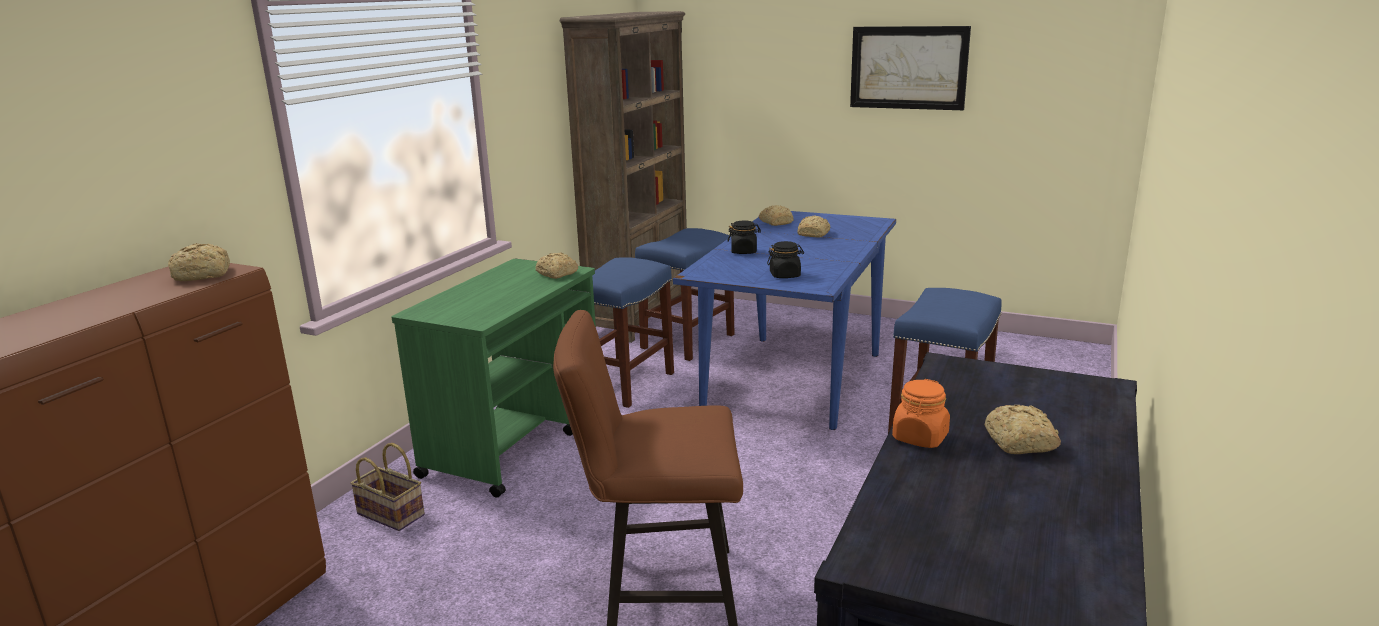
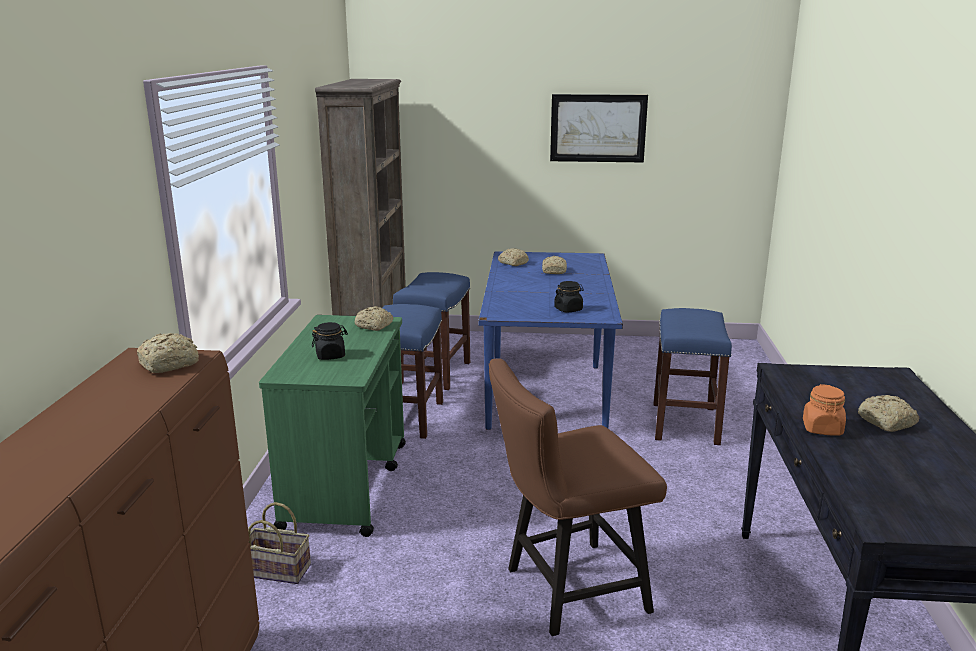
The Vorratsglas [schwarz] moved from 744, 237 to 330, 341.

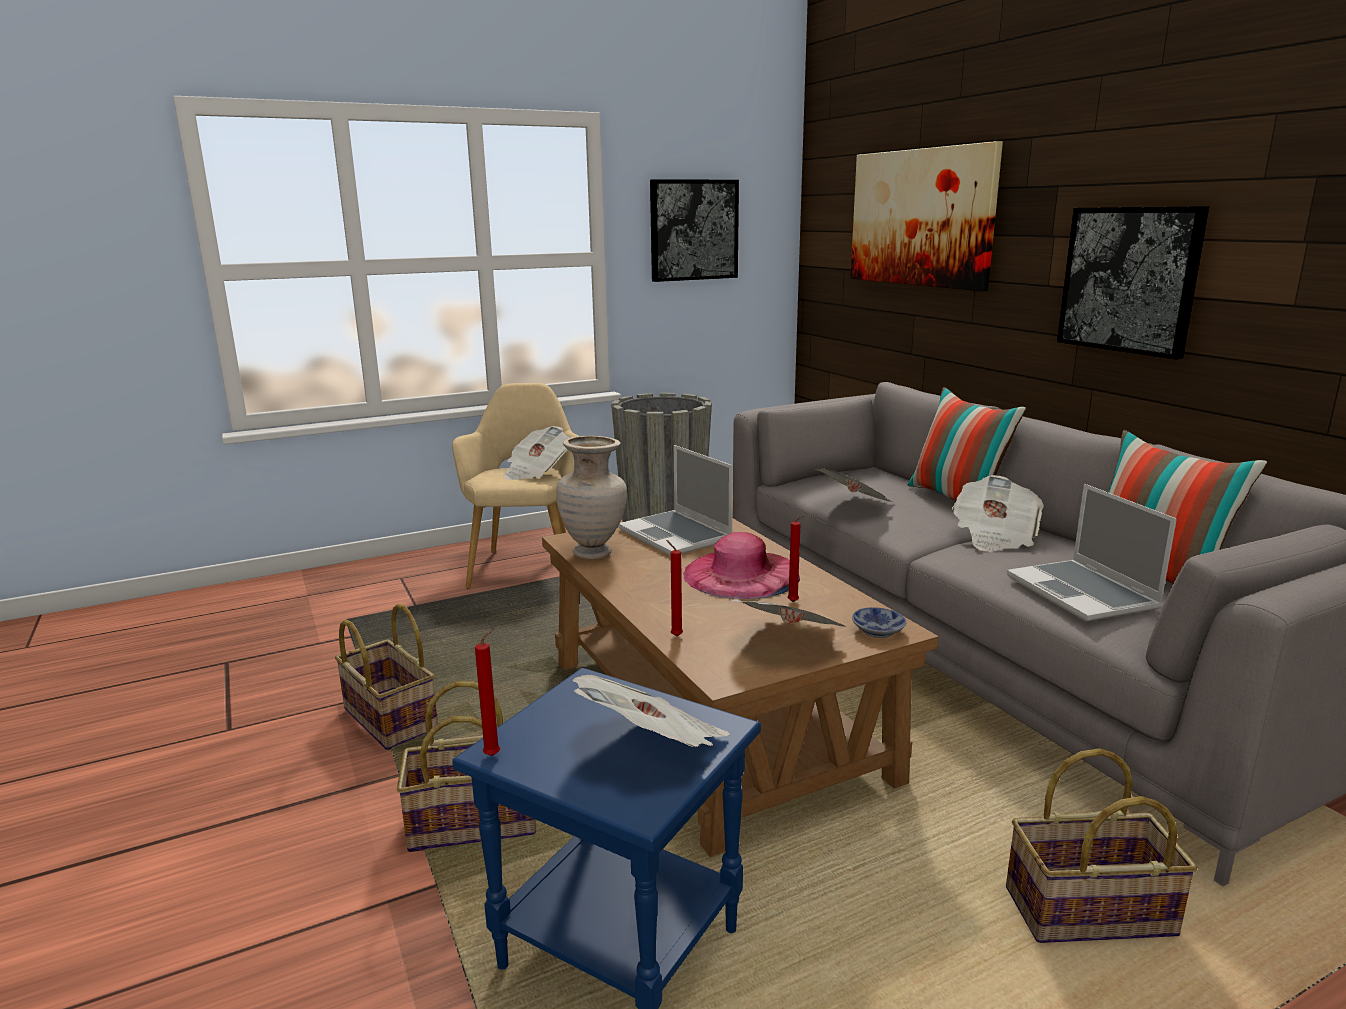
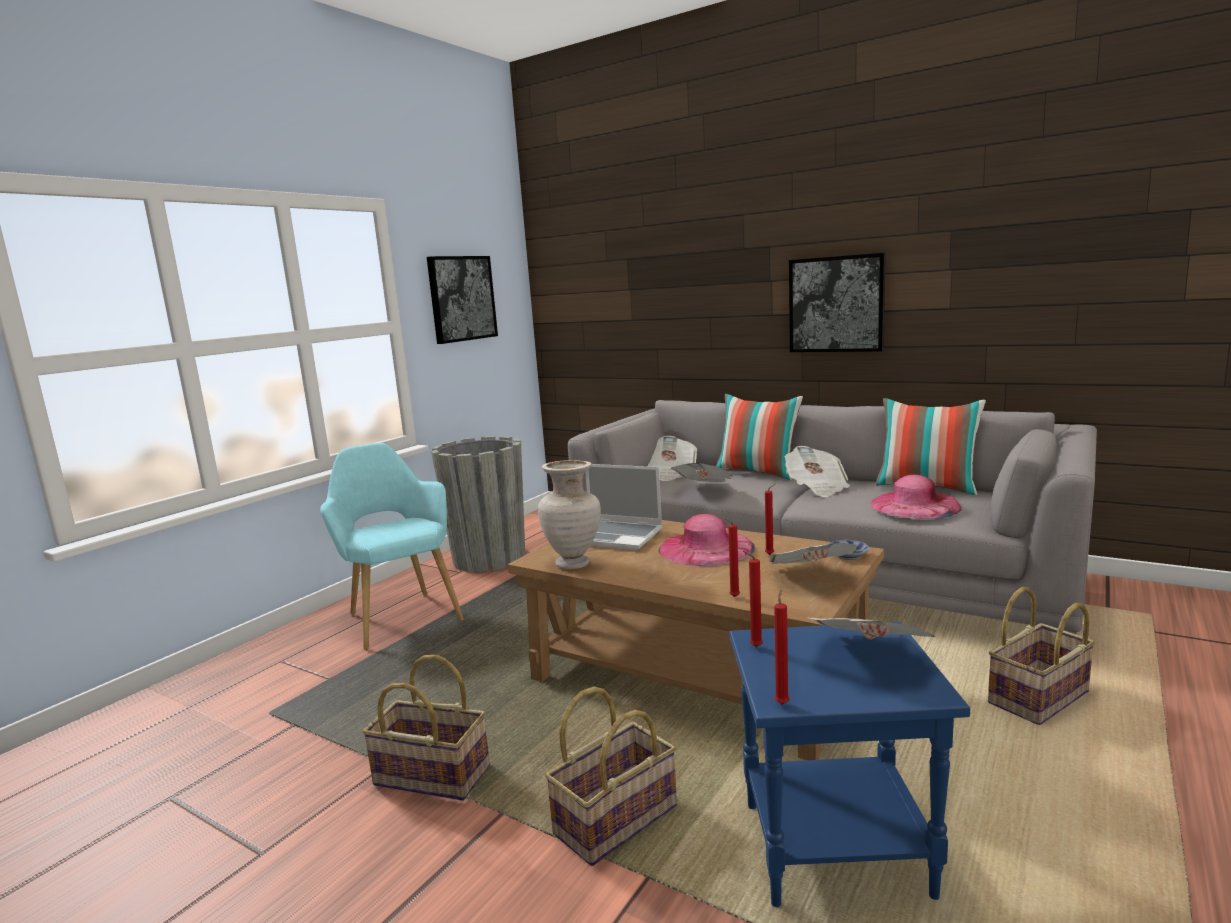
The Bild at 927, 216 disappeared.
The Sessel [beige] at 515, 486 became the Sessel [türkis] at 392, 546.
The Zeitung moved from 536, 453 to 673, 458.
The Laptop at 1092, 552 was replaced by the Hut [rosa] at 916, 496.
The Kerze [rot] at 753, 599 appeared.

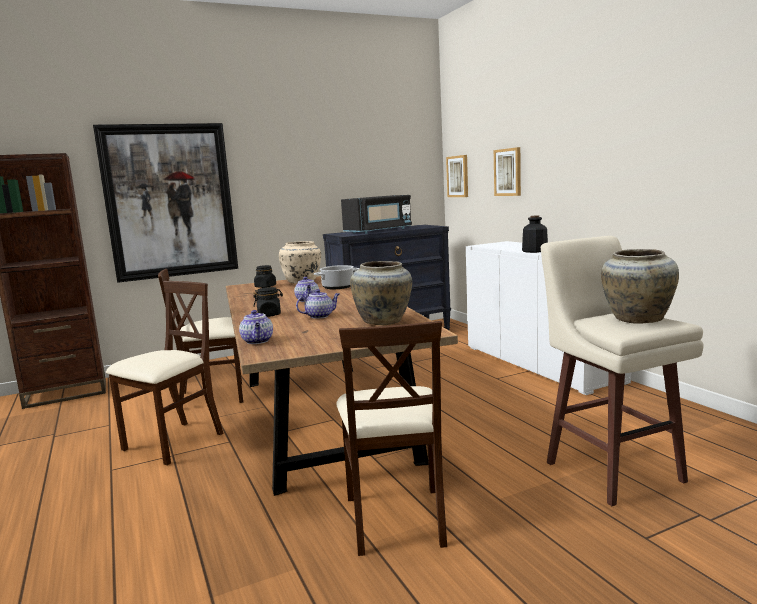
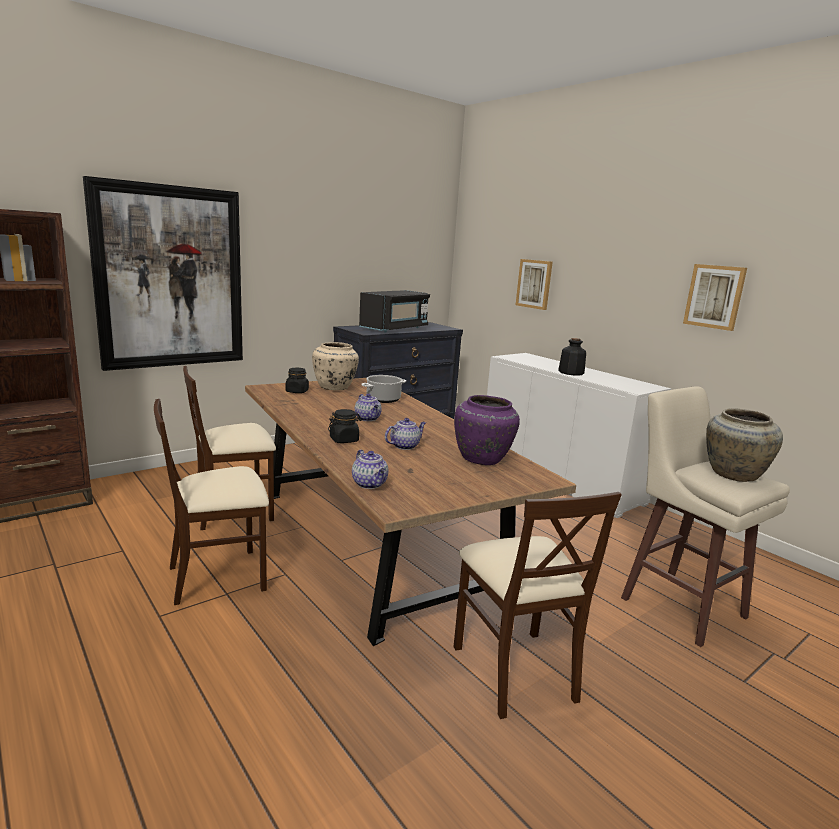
The Bild moved from 457, 176 to 715, 297.
The Vase [beige] at 381, 293 became the Vase [lila] at 487, 430.
The Stuhl [beige] at 165, 373 turned 135 degrees counterclockwise.

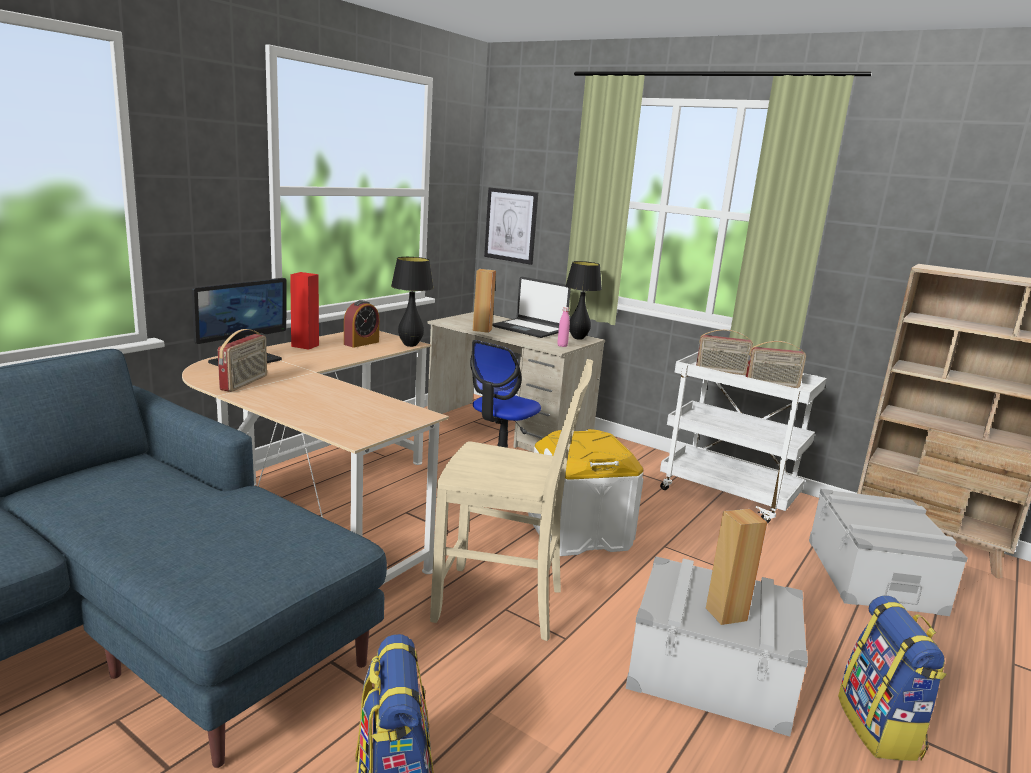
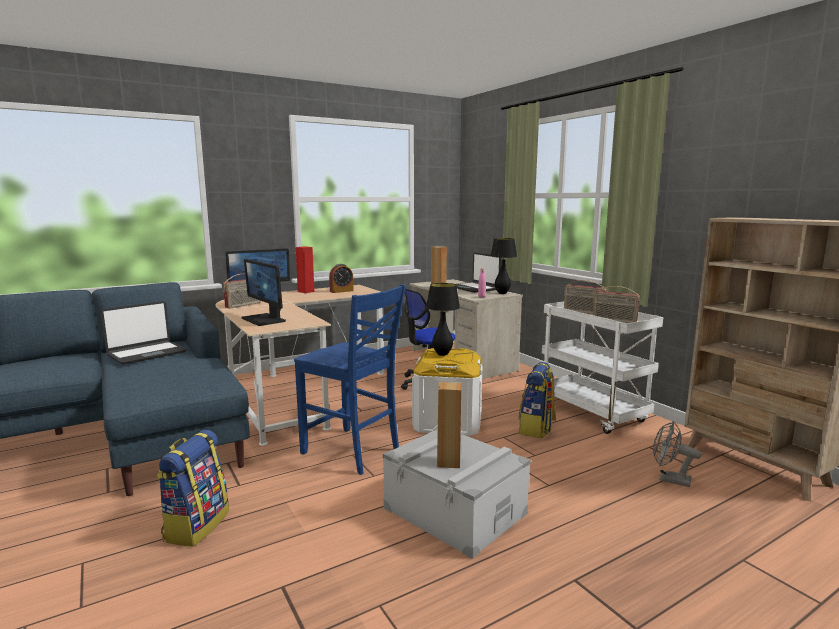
The Bild at 511, 226 disappeared.
The Tischlampe [schwarz] moved from 412, 302 to 443, 319.
The Stuhl [beige] at 511, 500 became the Stuhl [blau] at 350, 379.
The Aufbewahrungsbox [grau] at 888, 552 was replaced by the Ventilator [grau] at 677, 454.
The Rucksack moved from 892, 678 to 537, 400.
The Monitor at 263, 292 appeared.
The Laptop at 144, 333 appeared.

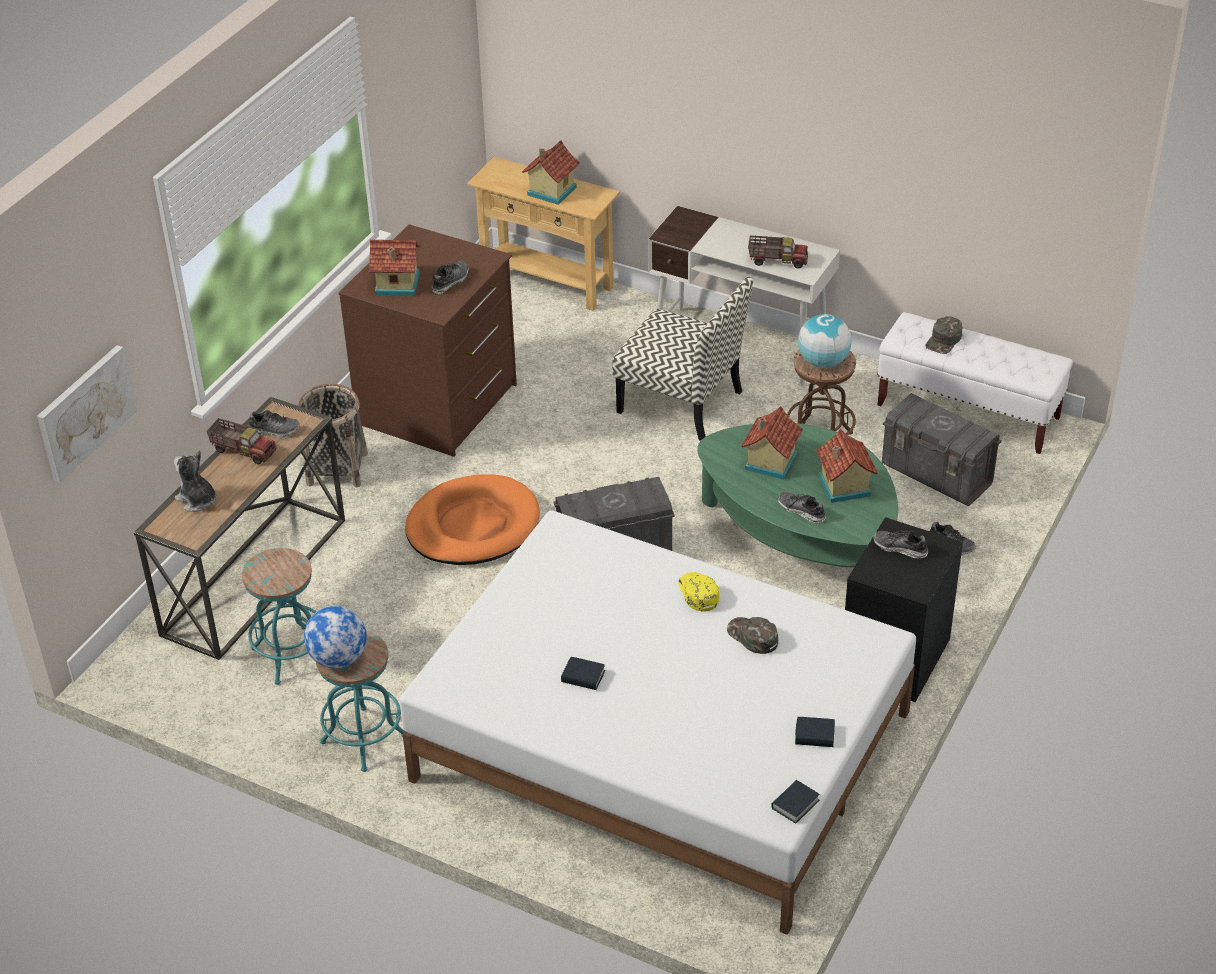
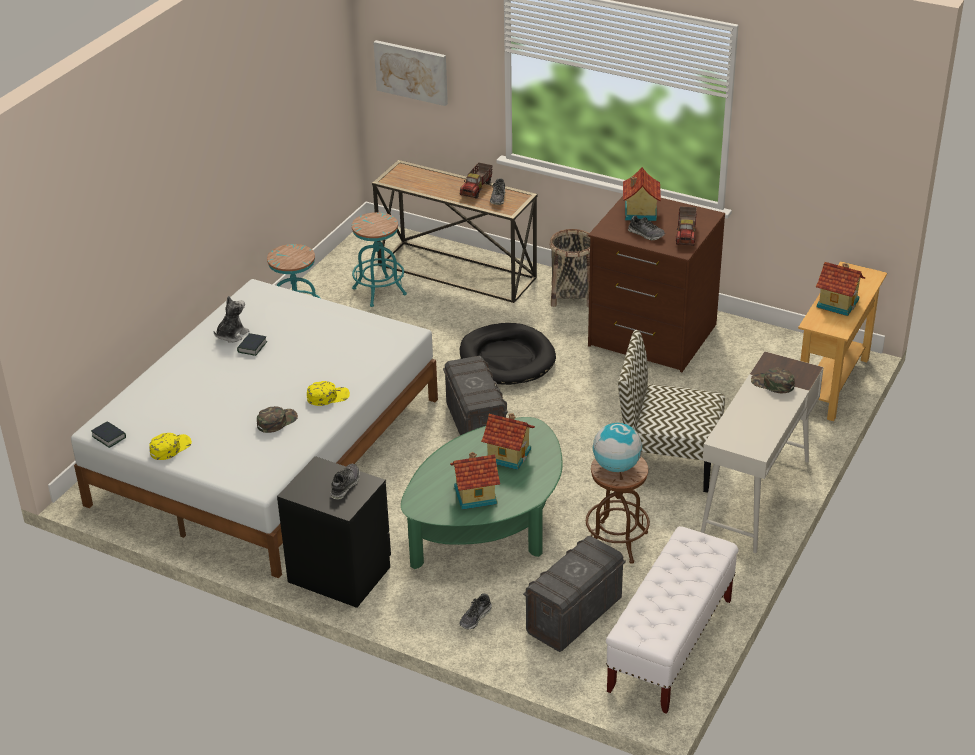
The Spielzeuglaster moved from 778, 252 to 686, 226.
The Stuhl at 682, 358 turned 75 degrees clockwise.
The Kappe [grün] moved from 944, 335 to 773, 380.
The Plüschtier moved from 195, 481 to 231, 319.
The Hundebett [orange] at 472, 519 became the Hundebett [schwarz] at 508, 354.
The Schuh at 802, 507 disappeared.
The Globus at 335, 637 disappeared.
The Buch at 815, 732 was replaced by the Kappe [gelb] at 170, 446.

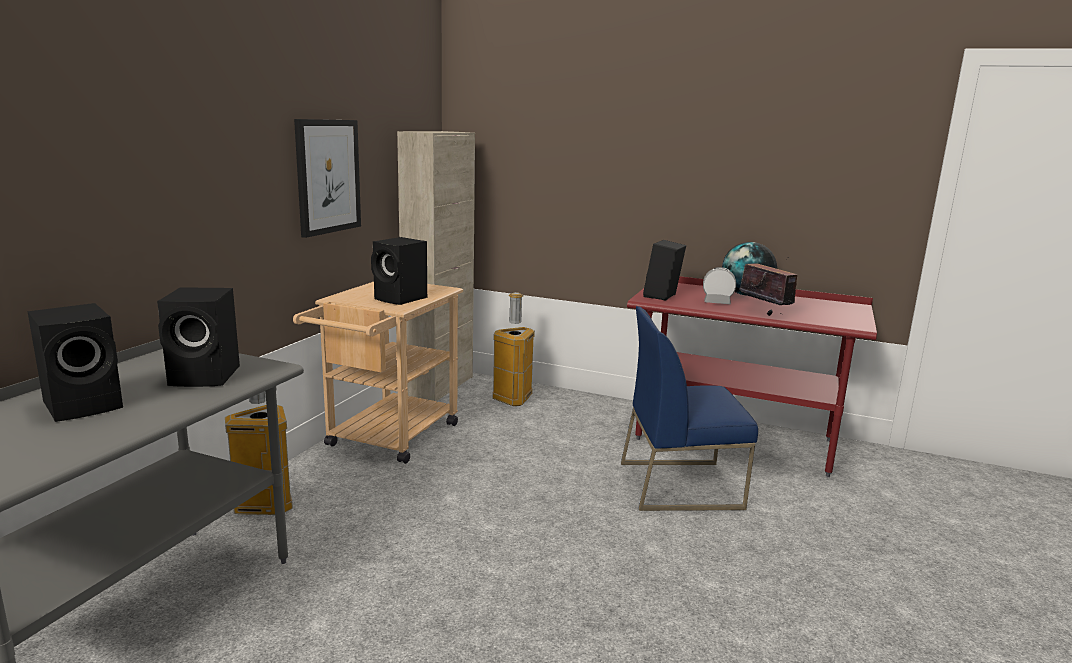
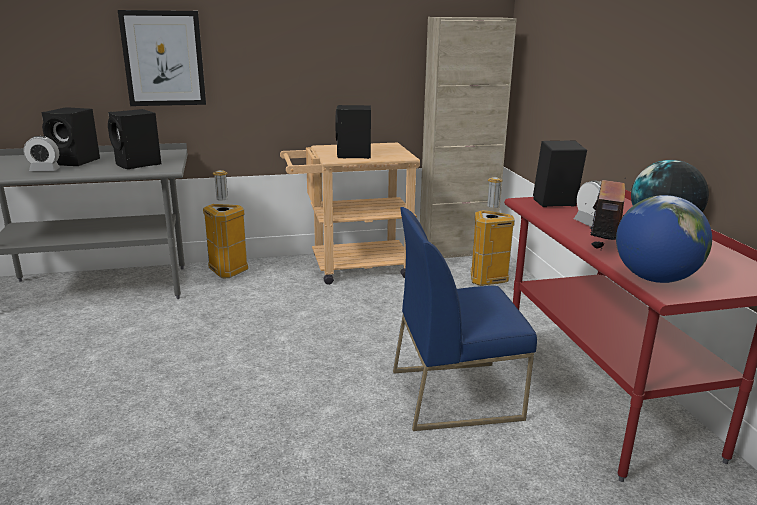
The Bild moved from 327, 178 to 162, 58.
The Stuhl [blau] at 689, 408 turned 60 degrees counterclockwise.
The Wecker at 41, 153 appeared.
The Globus at 664, 239 appeared.

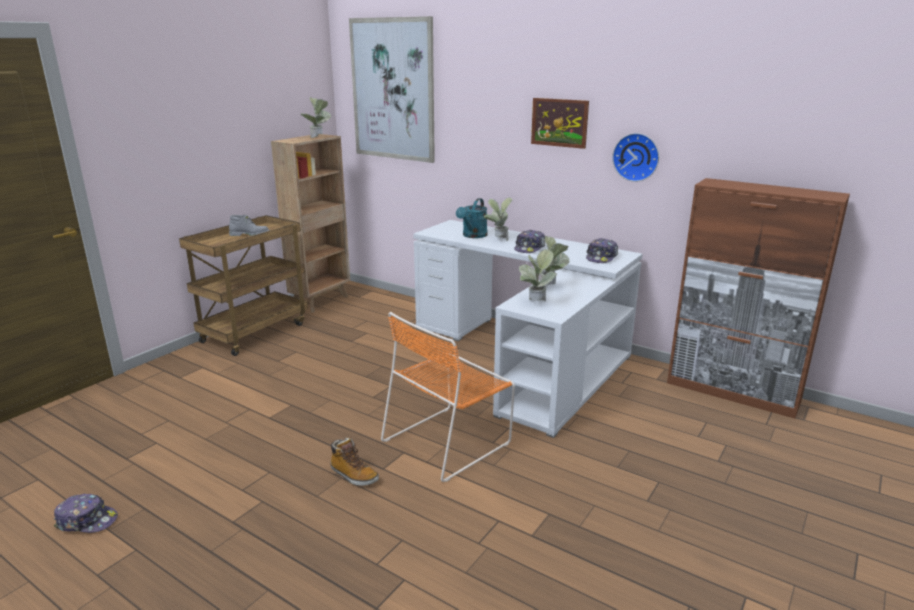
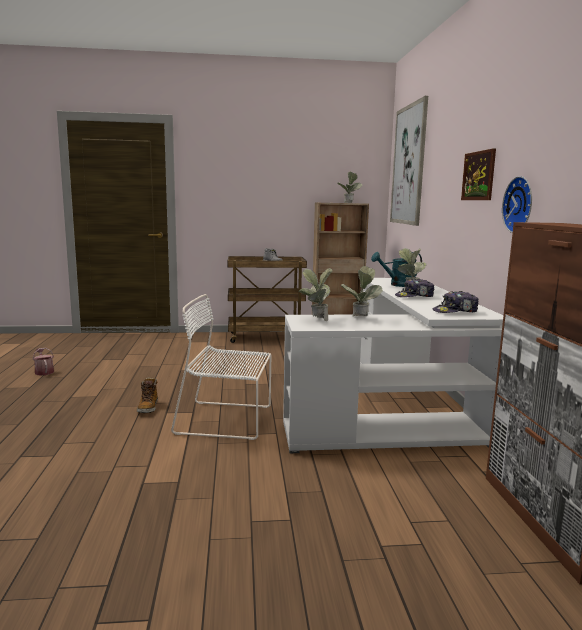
The Stuhl [orange] at 448, 397 became the Stuhl [weiß] at 221, 367.
The Kappe at 86, 513 was replaced by the Gießkanne at 43, 361.

